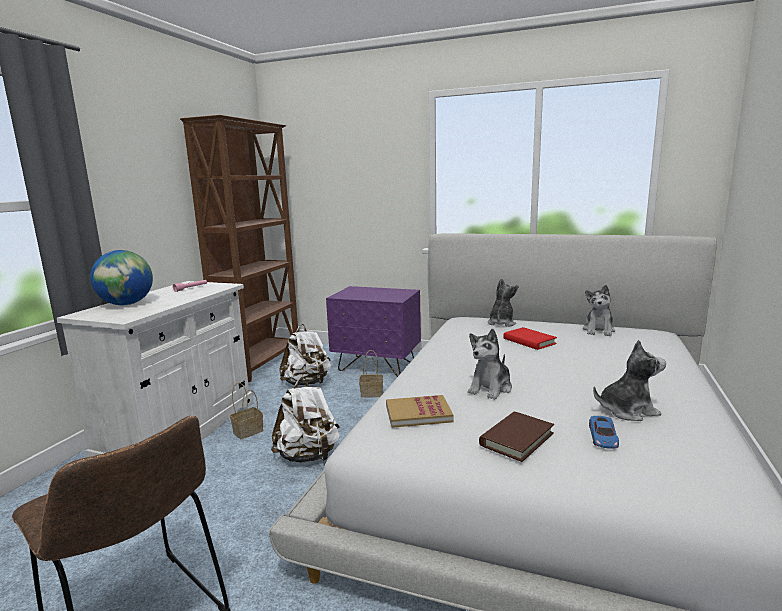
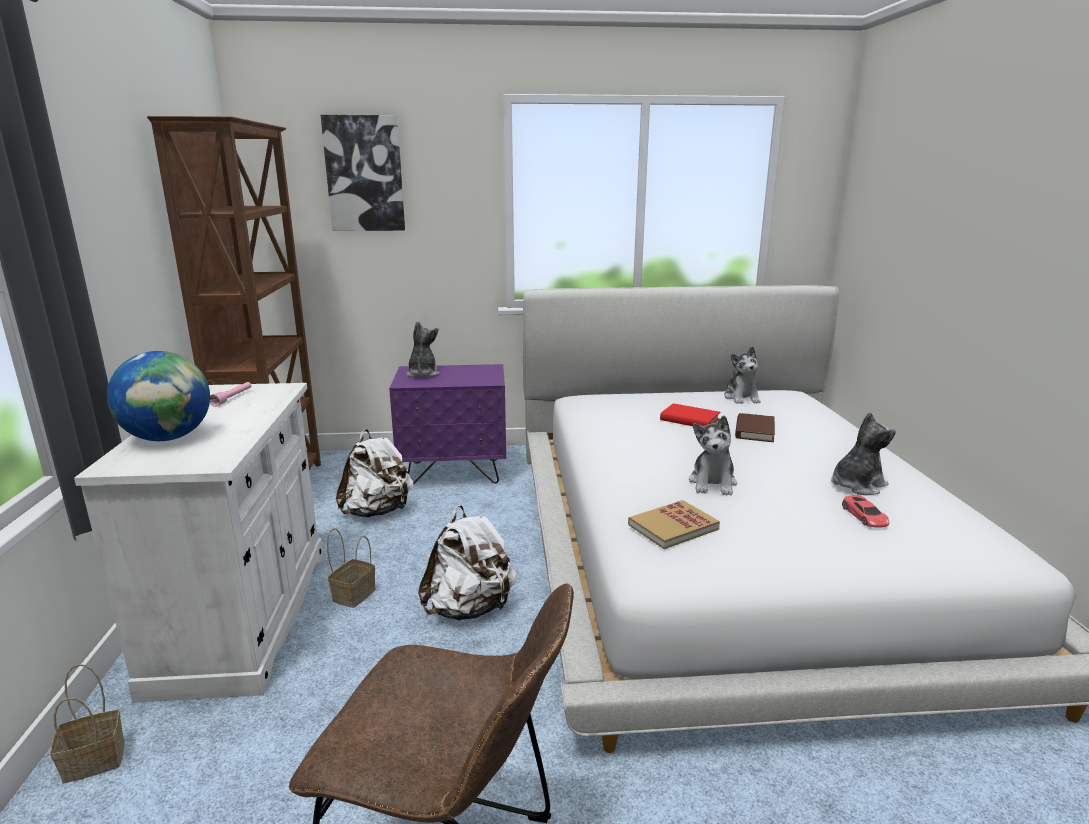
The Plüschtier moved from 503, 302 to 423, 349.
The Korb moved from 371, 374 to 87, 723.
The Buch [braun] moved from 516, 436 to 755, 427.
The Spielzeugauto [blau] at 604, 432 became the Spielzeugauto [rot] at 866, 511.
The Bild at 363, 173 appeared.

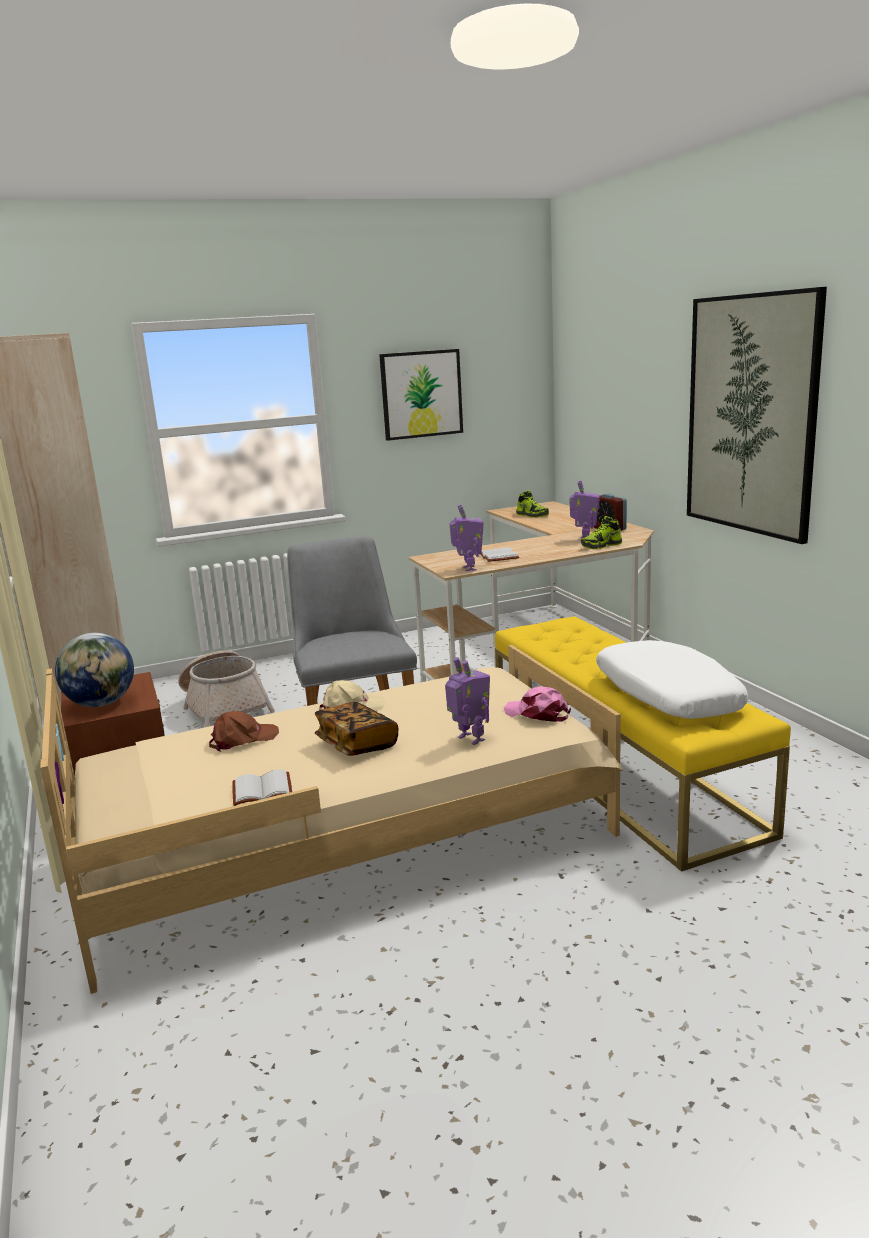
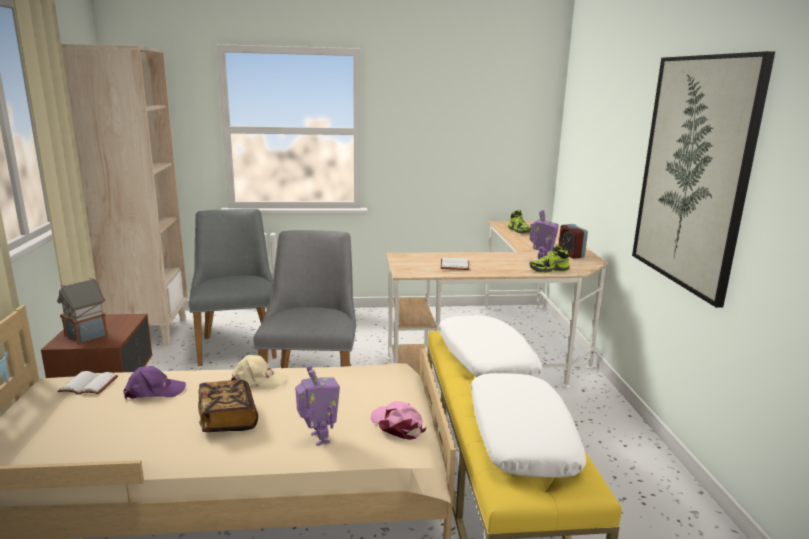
The Bild at 421, 395 disappeared.
The Spielzeugroboter at 466, 538 disappeared.
The Globus at 94, 670 was replaced by the Spielzeughaus at 82, 311.
The Korb at 226, 689 was replaced by the Stuhl [grau] at 233, 287.
The Kappe [braun] at 244, 731 became the Kappe [lila] at 155, 383.
The Buch [weiß] moved from 262, 788 to 87, 382.
The Kissen [weiß] at 490, 346 appeared.

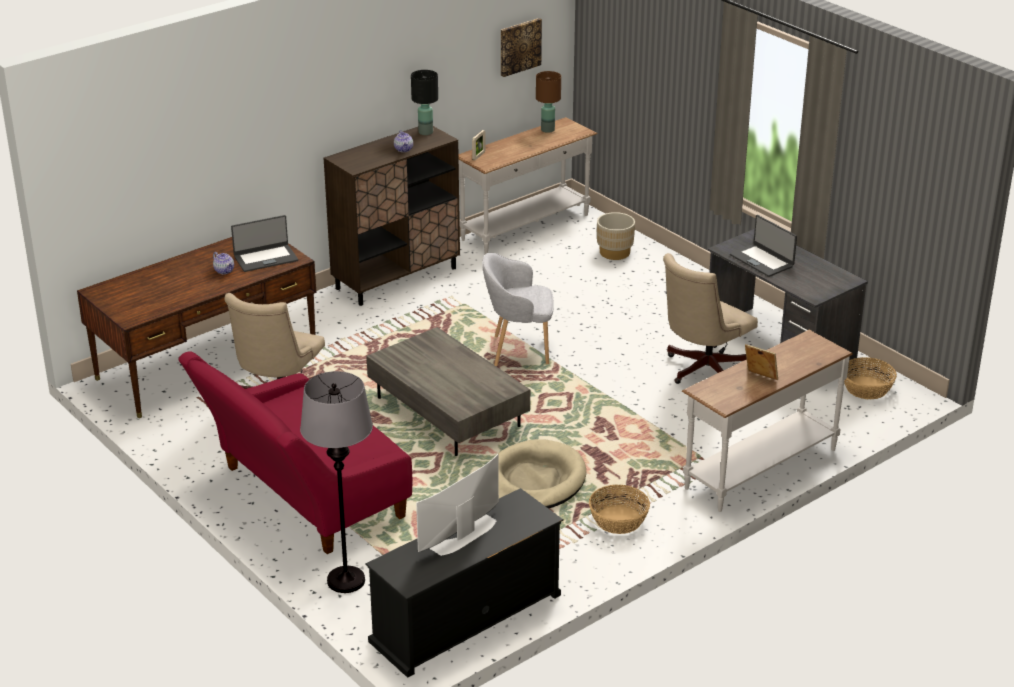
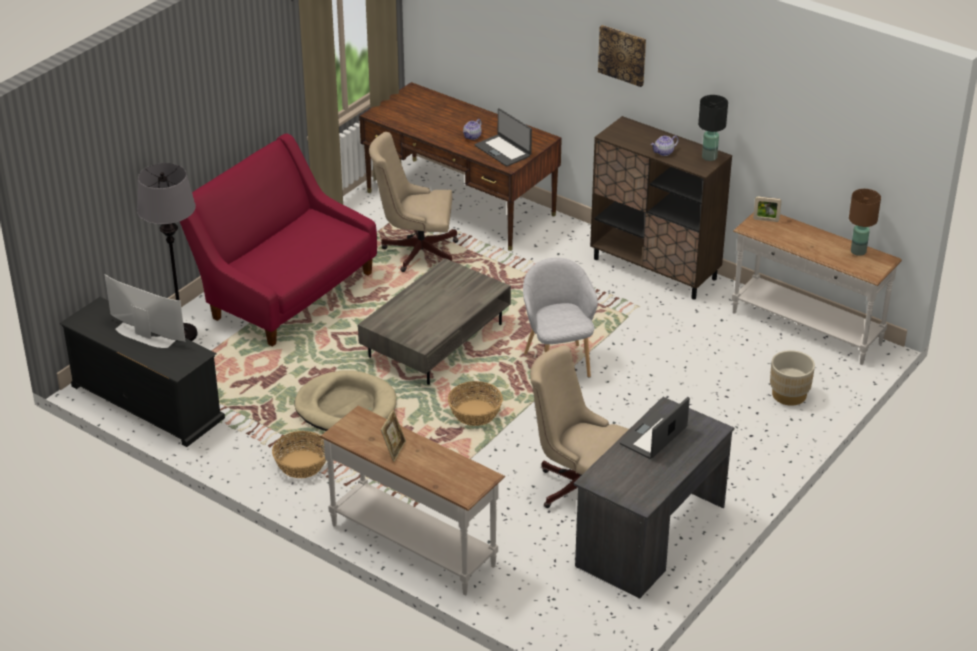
The Bild moved from 521, 47 to 622, 56.
The Korb moved from 870, 378 to 475, 403.

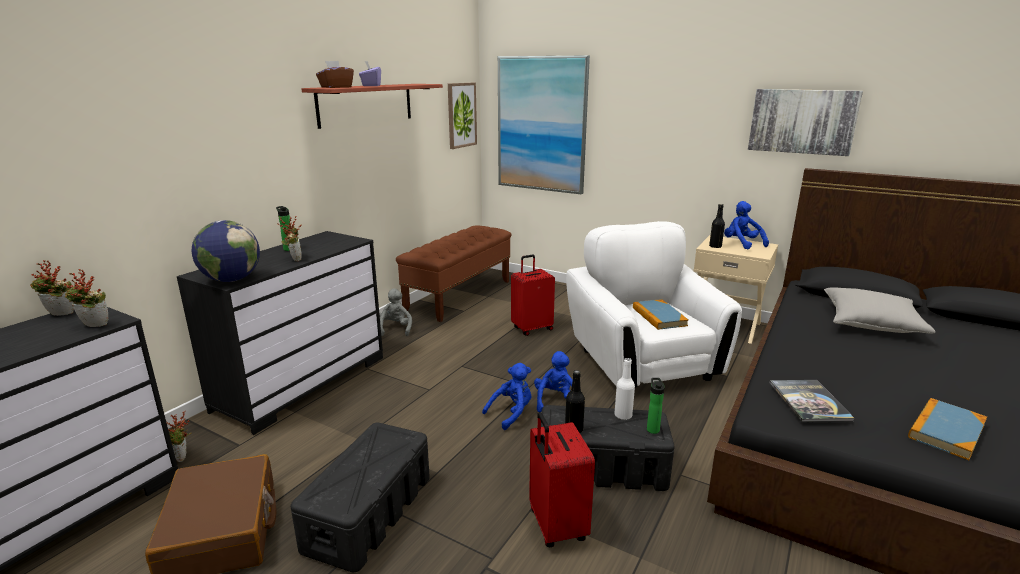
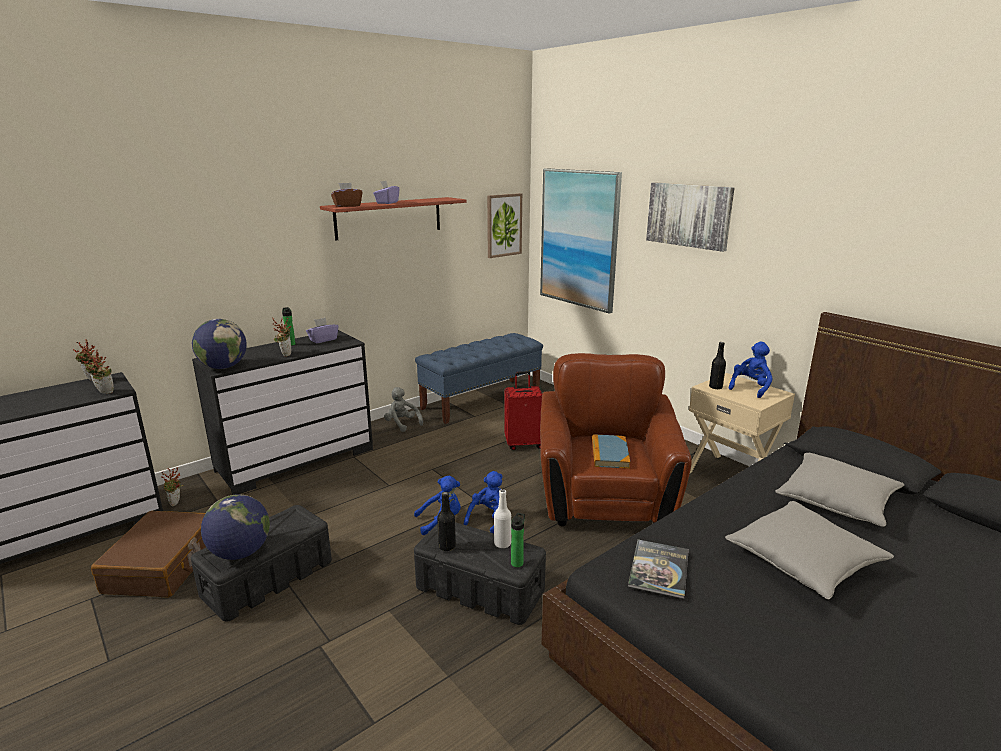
The Bild moved from 805, 122 to 690, 217.
The Plüschtier [blau] at 746, 225 turned 45 degrees clockwise.
The Sessel [weiß] at 654, 304 became the Sessel [braun] at 616, 439.
The Bank [braun] at 454, 273 became the Bank [blau] at 479, 378.
The Plüschtier [grau] at 395, 312 turned 60 degrees counterclockwise.
The Buch at 947, 429 disappeared.
The Koffer [rot] at 562, 479 disappeared.
The Taschentuchbox [lila] at 322, 330 appeared.
The Globus at 235, 527 appeared.
The Kissen [grau] at 809, 550 appeared.

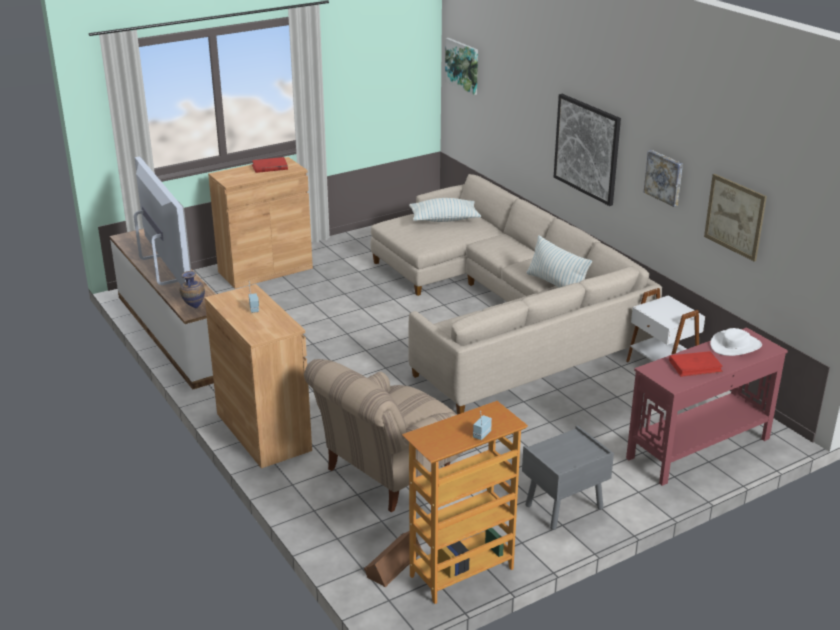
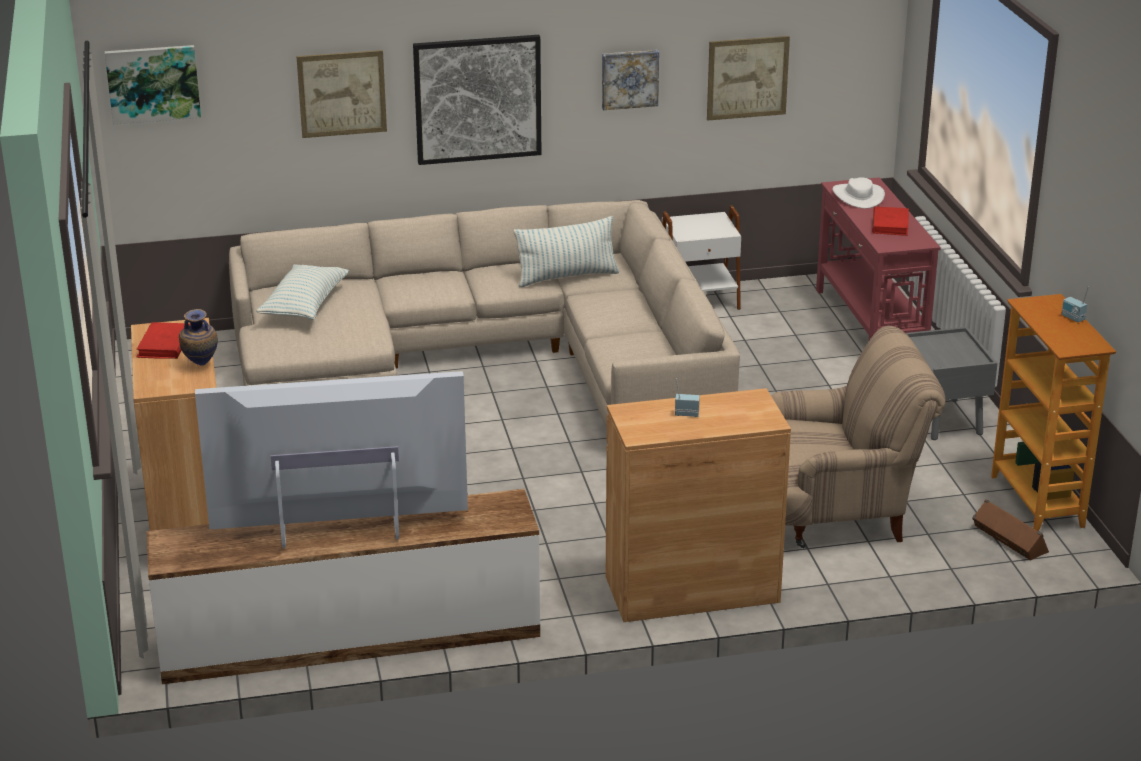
The Vase moved from 192, 290 to 198, 337.
The Sessel [beige] at 383, 435 turned 75 degrees counterclockwise.
The Bild at 342, 94 appeared.

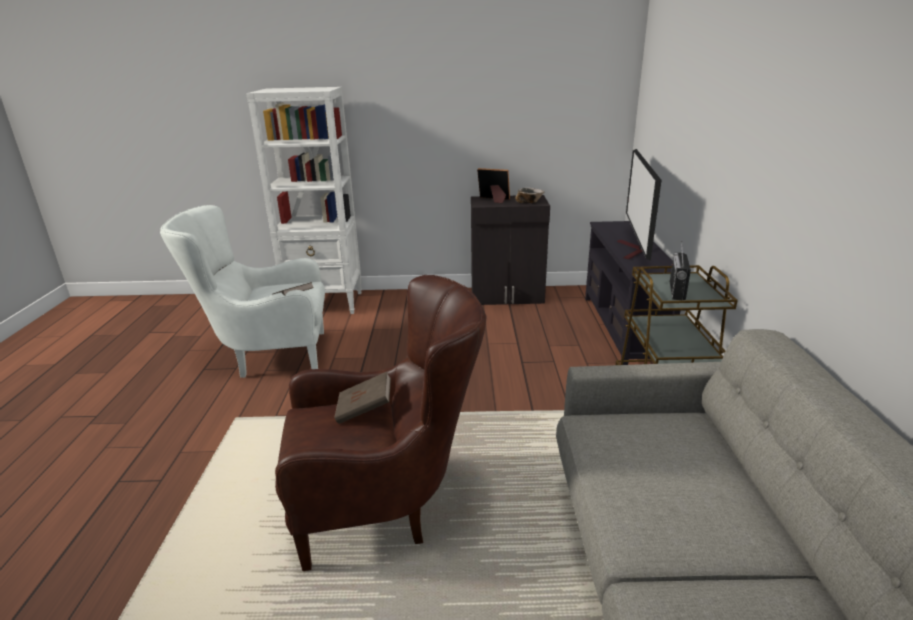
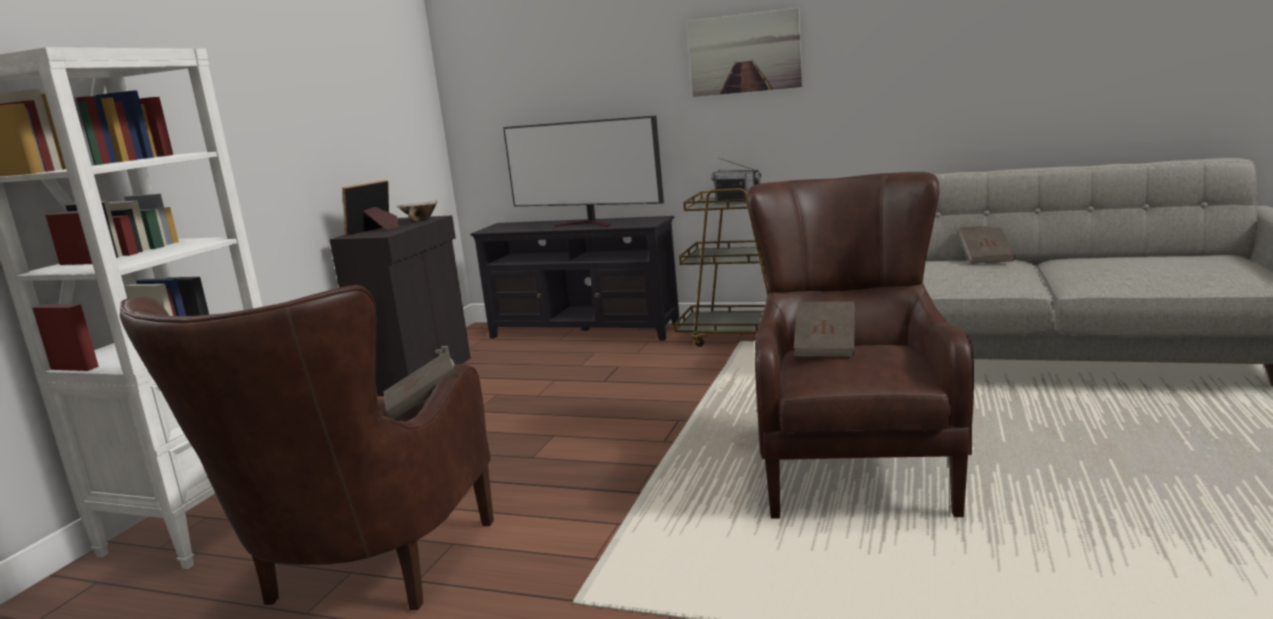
The Sessel [weiß] at 242, 291 became the Sessel [braun] at 307, 447.
The Bild at 744, 52 appeared.
The Buch [braun] at 987, 244 appeared.

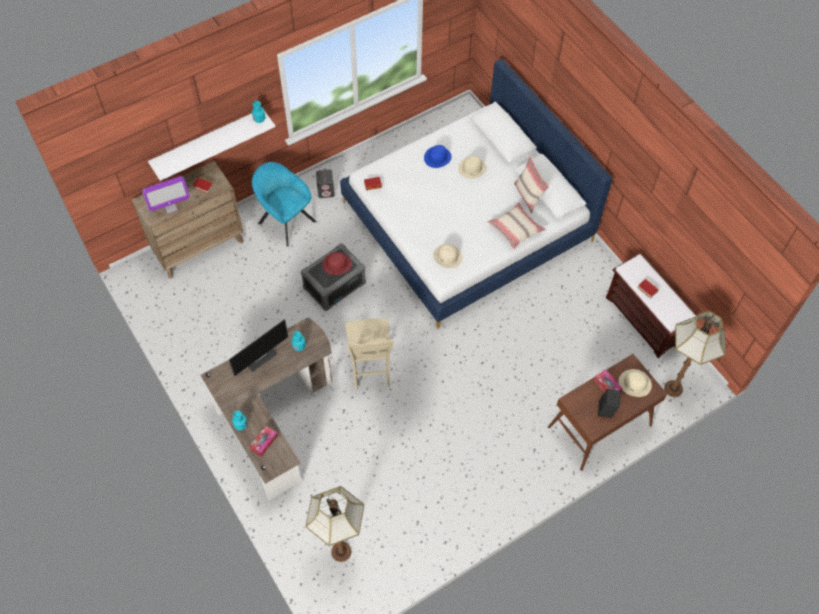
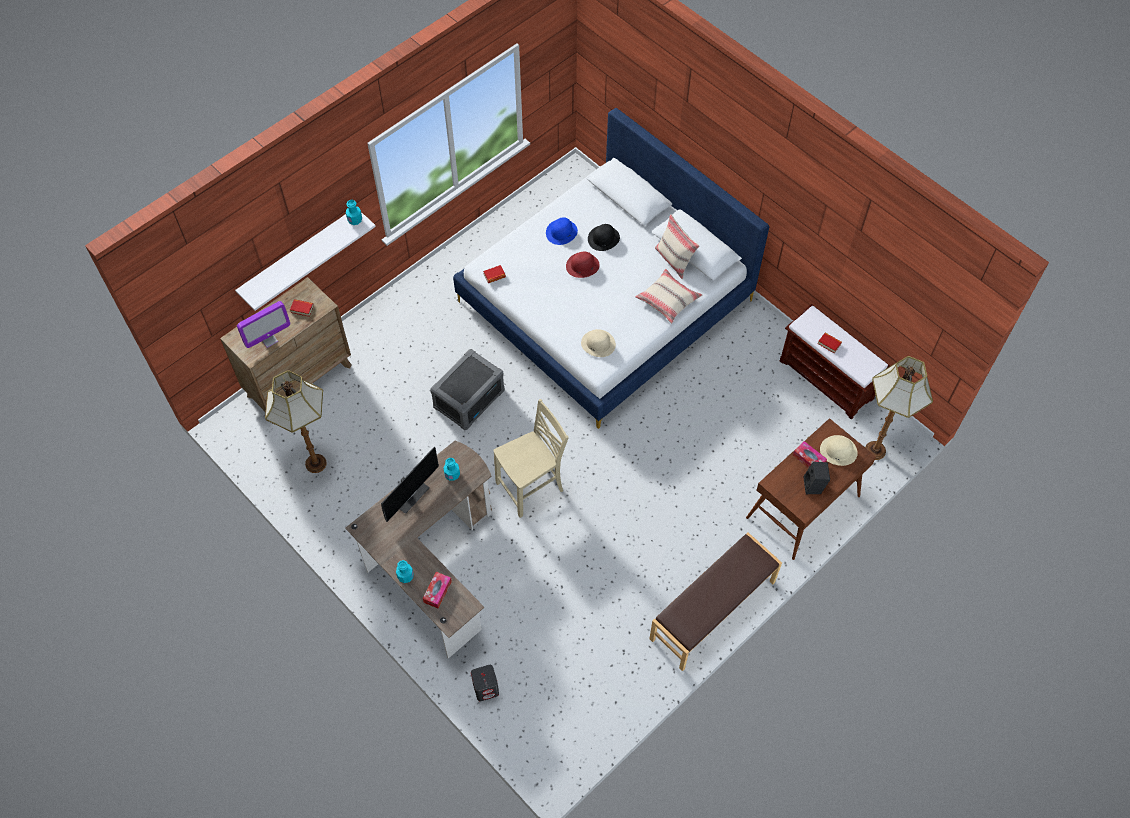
The Hut [beige] at 472, 167 became the Hut [schwarz] at 604, 237.
The Sessel [türkis] at 284, 204 disappeared.
The Lautsprecher [grau] moved from 325, 184 to 485, 683.
The Hut [rot] moved from 337, 263 to 583, 265.
The Stuhl [beige] at 369, 354 turned 105 degrees counterclockwise.
The Stehlampe moved from 335, 524 to 296, 421.
The Bank [braun] at 715, 601 appeared.

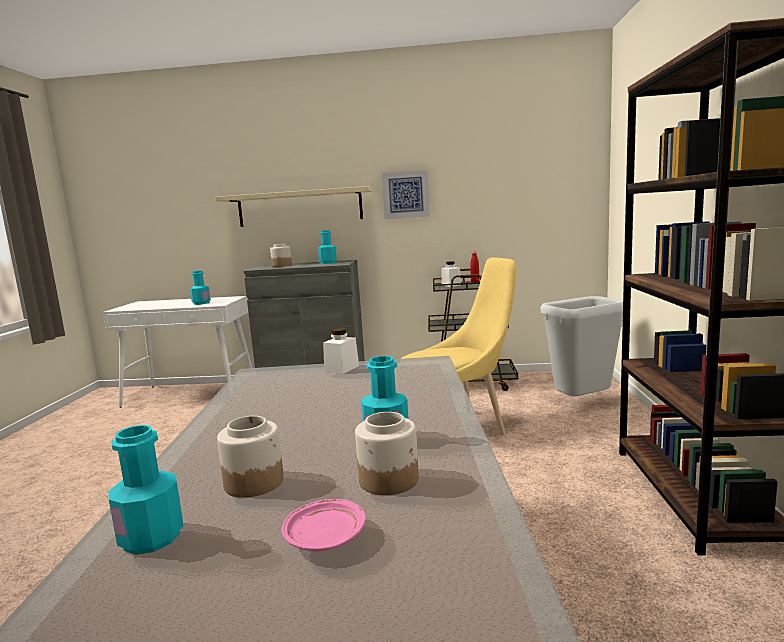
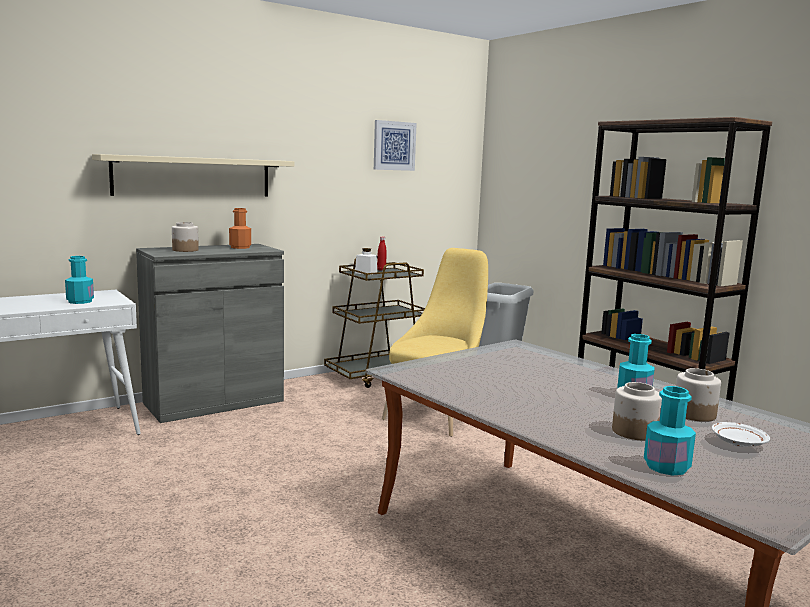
The Bild moved from 406, 194 to 395, 145.
The Flasche [türkis] at 327, 247 became the Flasche [orange] at 240, 228.
The Vorratsglas [weiß] at 341, 351 disappeared.
The Teller [rosa] at 324, 525 became the Teller [weiß] at 741, 434.

